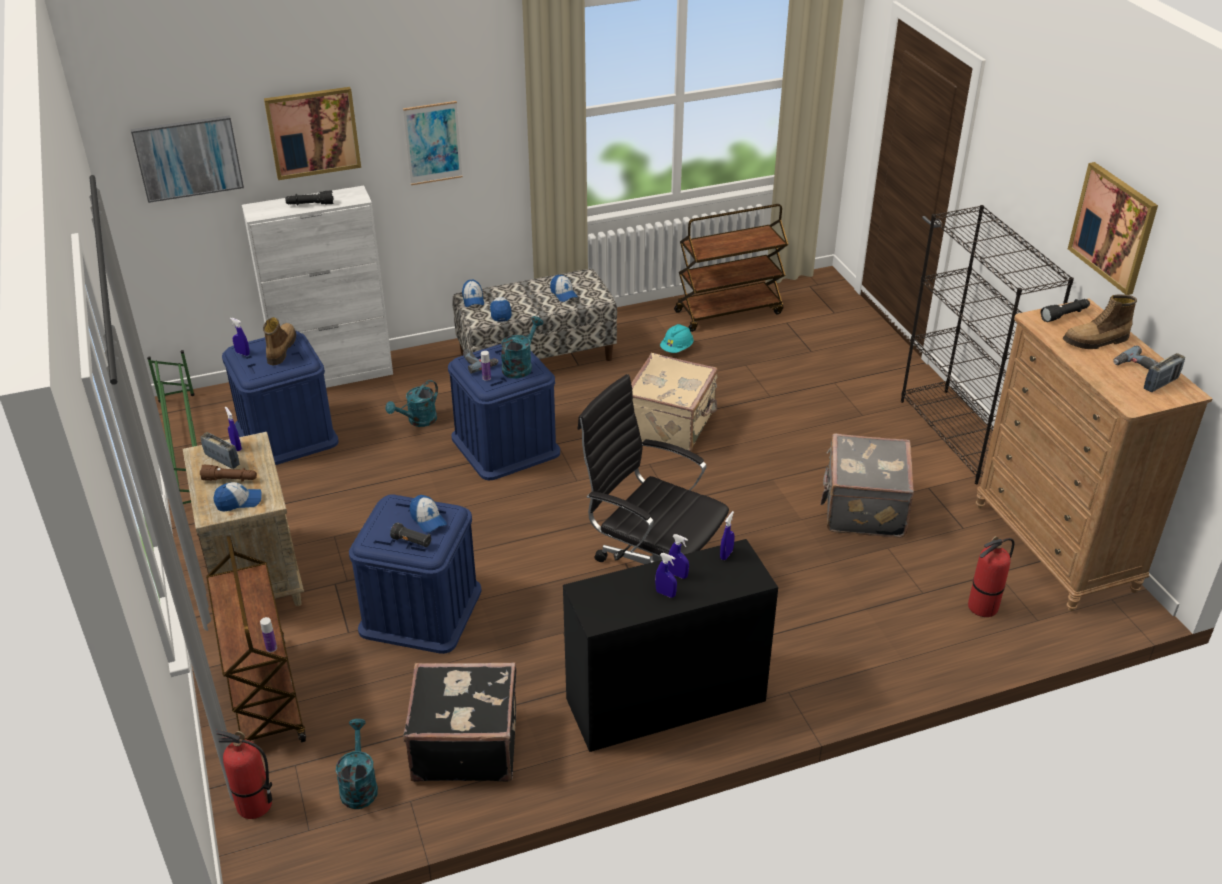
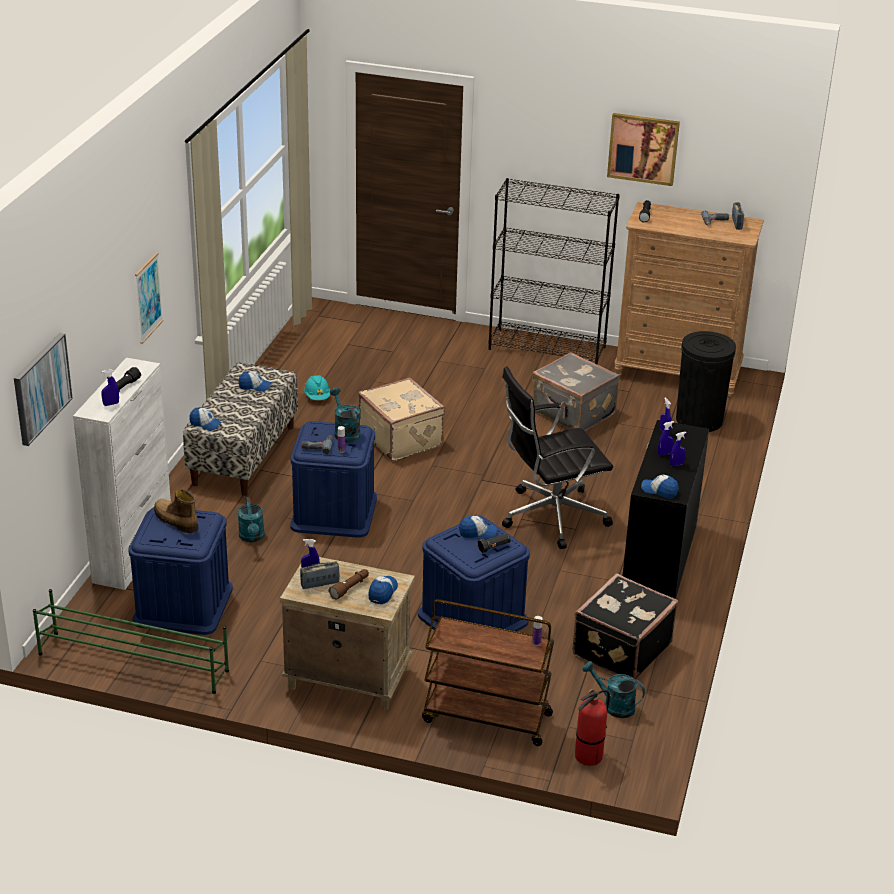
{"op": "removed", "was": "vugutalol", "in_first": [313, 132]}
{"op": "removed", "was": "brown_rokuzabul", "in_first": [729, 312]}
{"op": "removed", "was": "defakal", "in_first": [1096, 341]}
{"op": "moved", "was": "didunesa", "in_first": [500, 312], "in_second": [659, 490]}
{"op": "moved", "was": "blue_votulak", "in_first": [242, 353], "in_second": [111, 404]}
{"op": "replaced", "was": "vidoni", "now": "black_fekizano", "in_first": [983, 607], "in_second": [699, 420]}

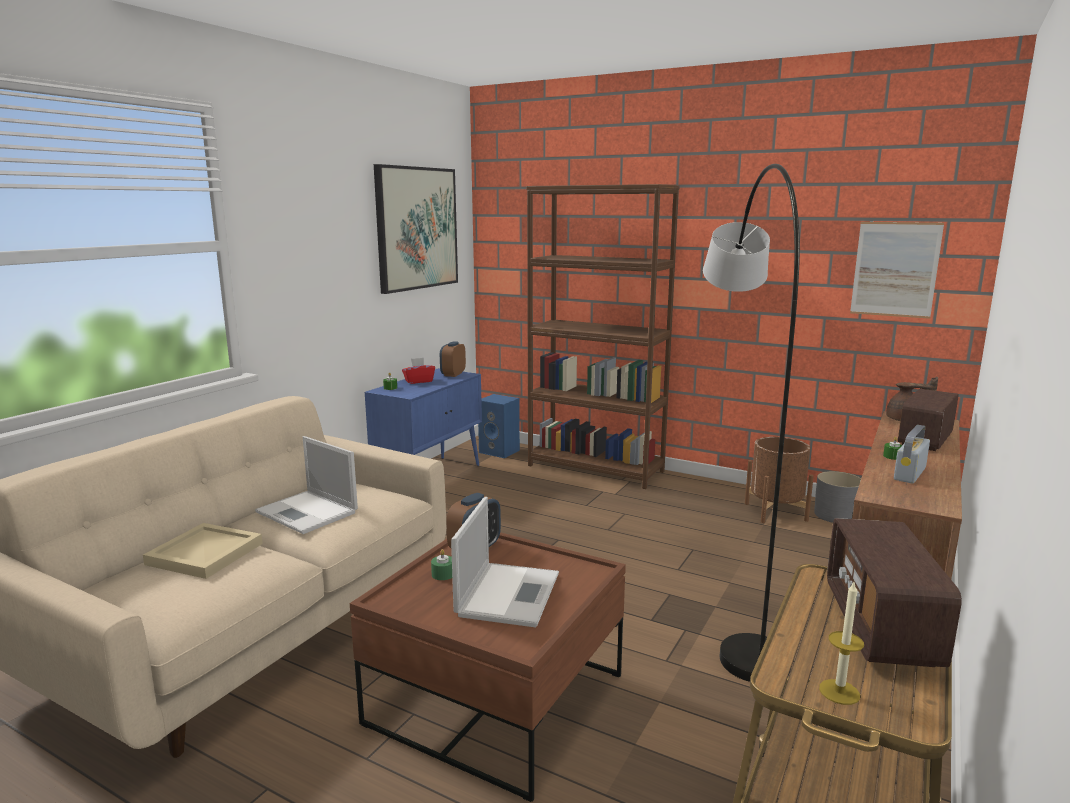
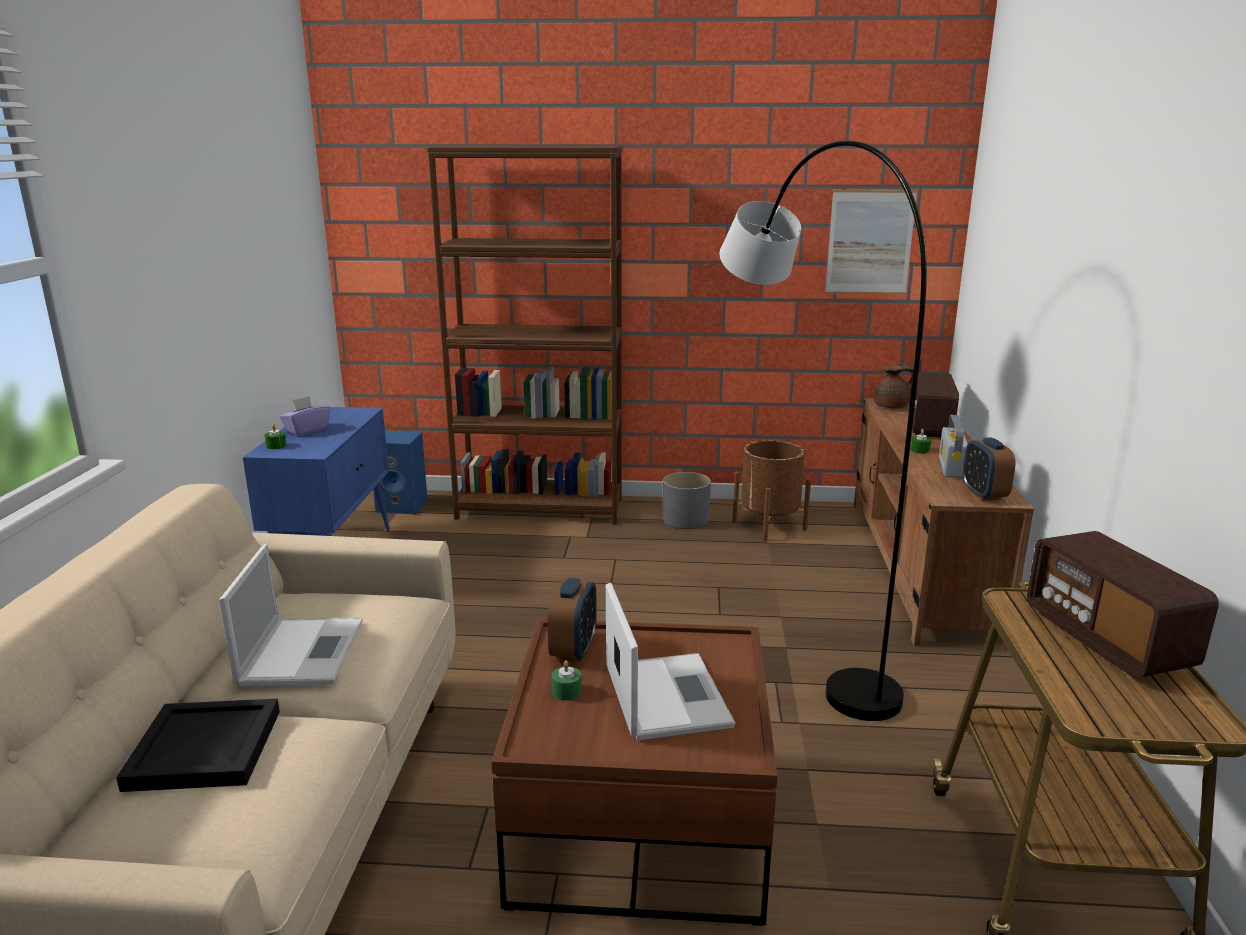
{"op": "removed", "was": "vugutalol", "in_first": [416, 228]}
{"op": "moved", "was": "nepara", "in_first": [453, 374], "in_second": [983, 494]}
{"op": "recoloured", "was": "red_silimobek", "now": "purple_silimobek", "in_first": [418, 381], "in_second": [307, 430]}
{"op": "turned", "was": "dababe", "in_first": [308, 512], "in_second": [302, 651], "clockwise": -105}
{"op": "moved", "was": "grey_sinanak", "in_first": [835, 515], "in_second": [685, 520]}
{"op": "recoloured", "was": "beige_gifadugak", "now": "black_gifadugak", "in_first": [203, 554], "in_second": [202, 750]}
{"op": "removed", "was": "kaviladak", "in_first": [839, 692]}

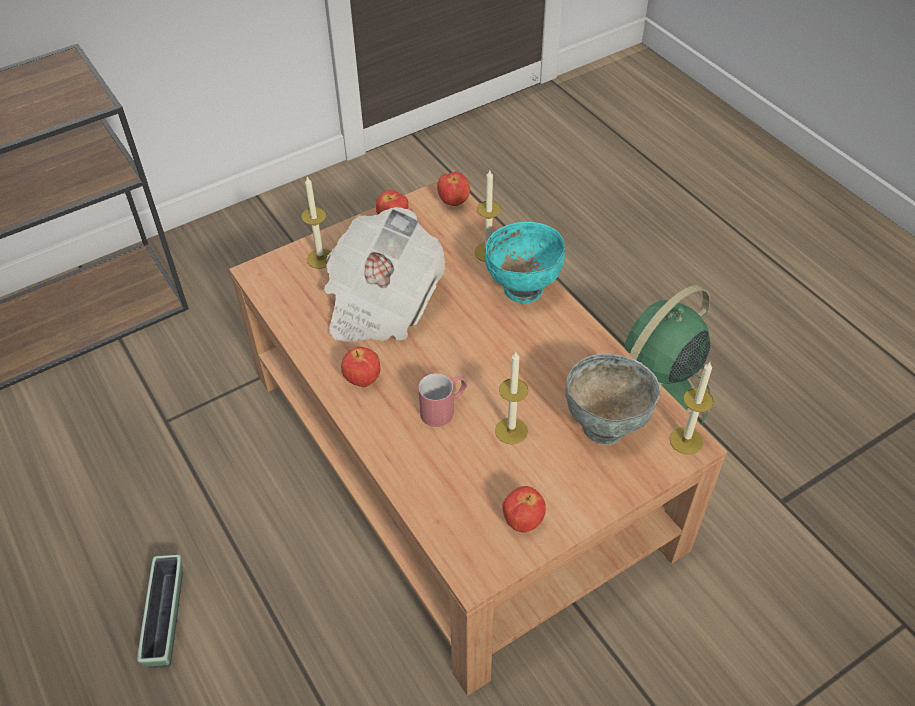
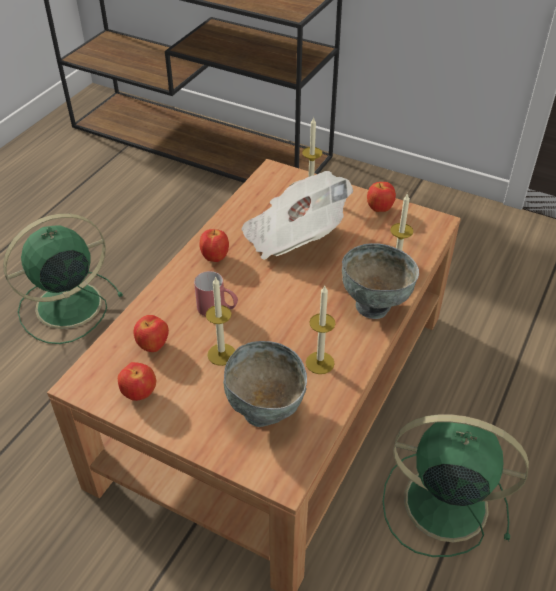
{"op": "moved", "was": "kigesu", "in_first": [454, 202], "in_second": [153, 346]}
{"op": "recoloured", "was": "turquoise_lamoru", "now": "grey_lamoru", "in_first": [522, 288], "in_second": [374, 305]}
{"op": "moved", "was": "kaviladak", "in_first": [686, 440], "in_second": [320, 363]}
{"op": "replaced", "was": "sinanak", "now": "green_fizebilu", "in_first": [166, 618], "in_second": [66, 306]}

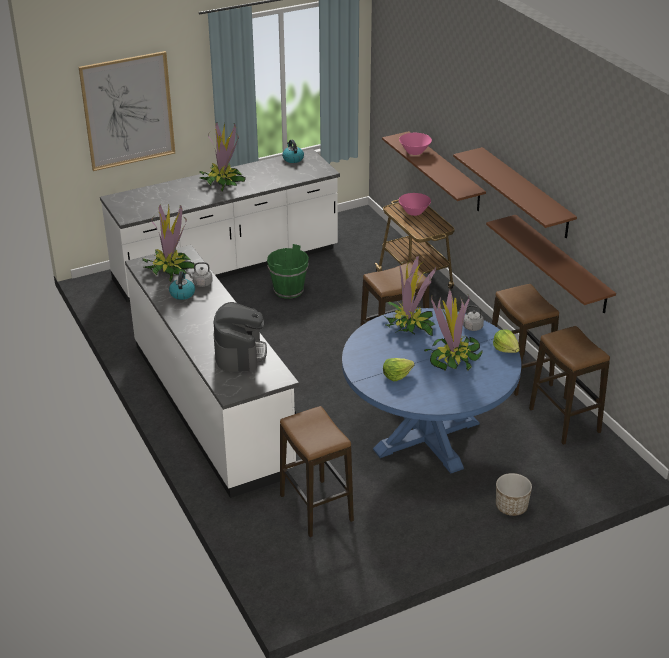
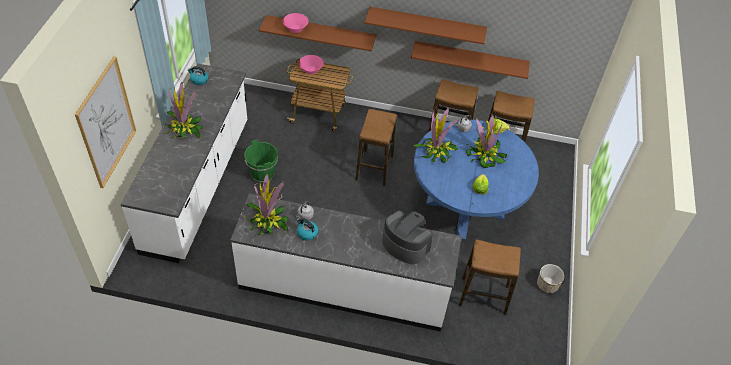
{"op": "moved", "was": "sinanak", "in_first": [511, 507], "in_second": [547, 285]}

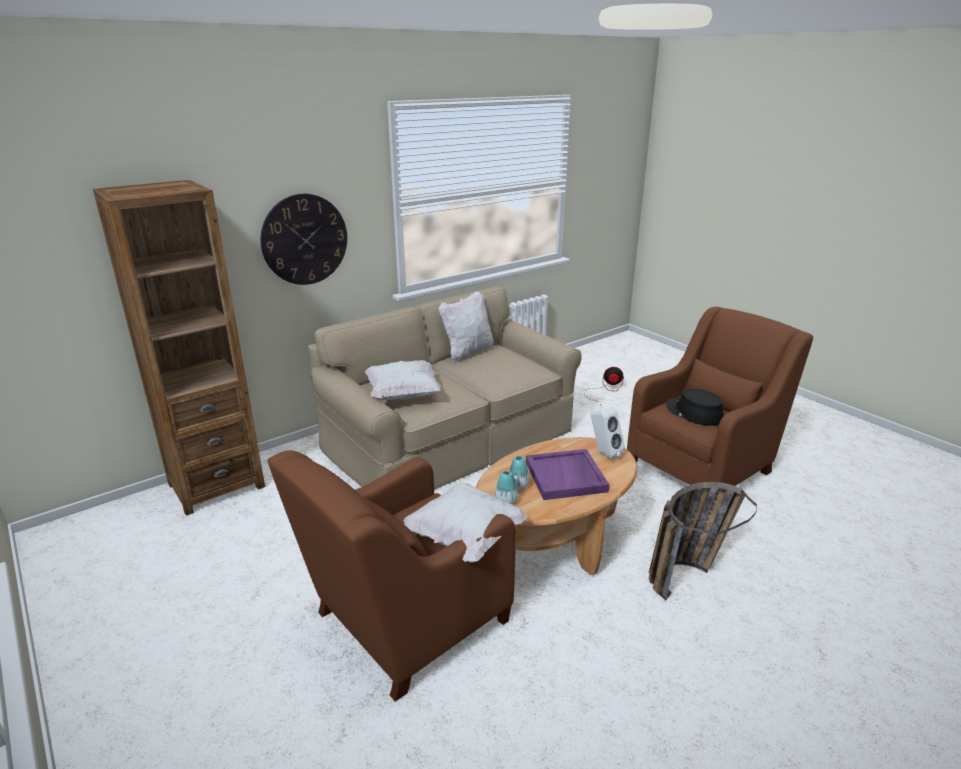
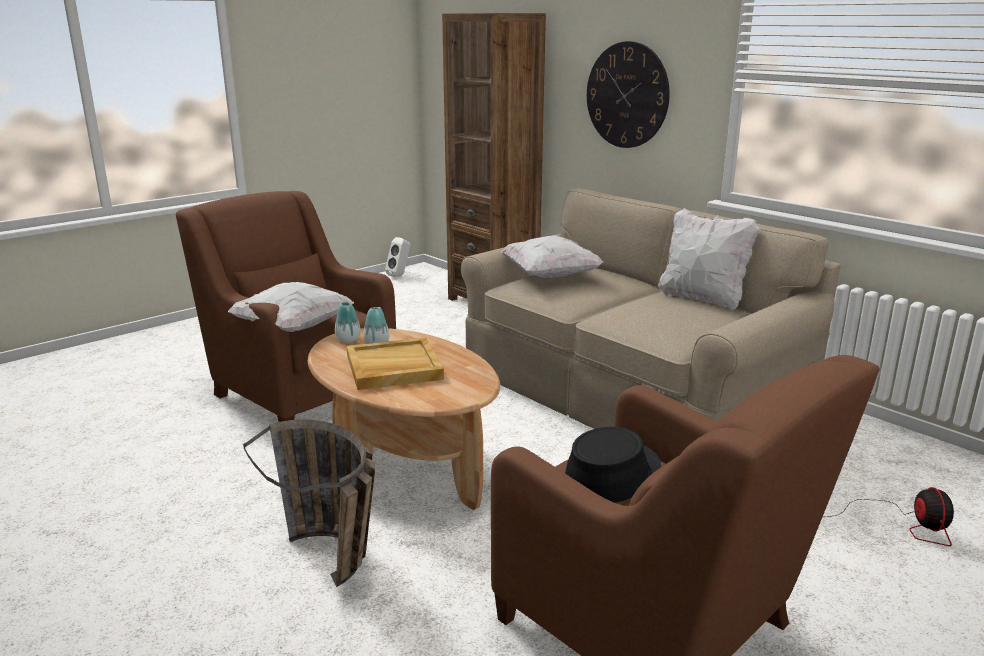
{"op": "moved", "was": "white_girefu", "in_first": [603, 453], "in_second": [400, 275]}
{"op": "recoloured", "was": "purple_gifadugak", "now": "beige_gifadugak", "in_first": [566, 477], "in_second": [393, 368]}

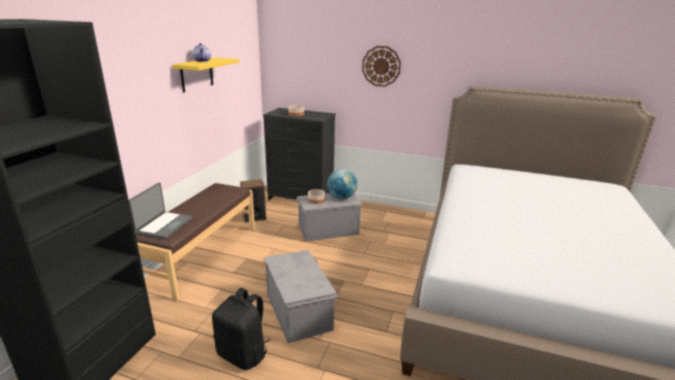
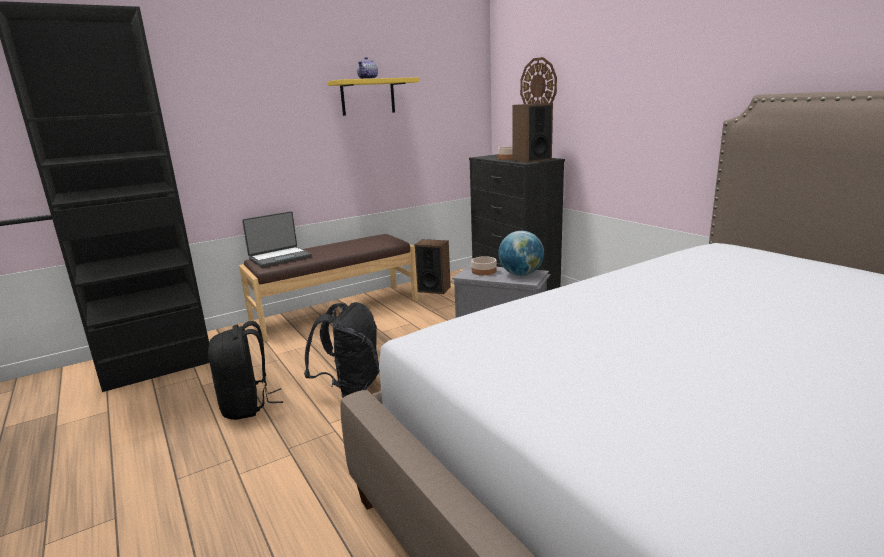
{"op": "moved", "was": "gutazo", "in_first": [381, 66], "in_second": [538, 86]}
{"op": "replaced", "was": "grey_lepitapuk", "now": "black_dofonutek", "in_first": [299, 310], "in_second": [350, 388]}
{"op": "added", "now": "girefu", "in_second": [531, 160]}

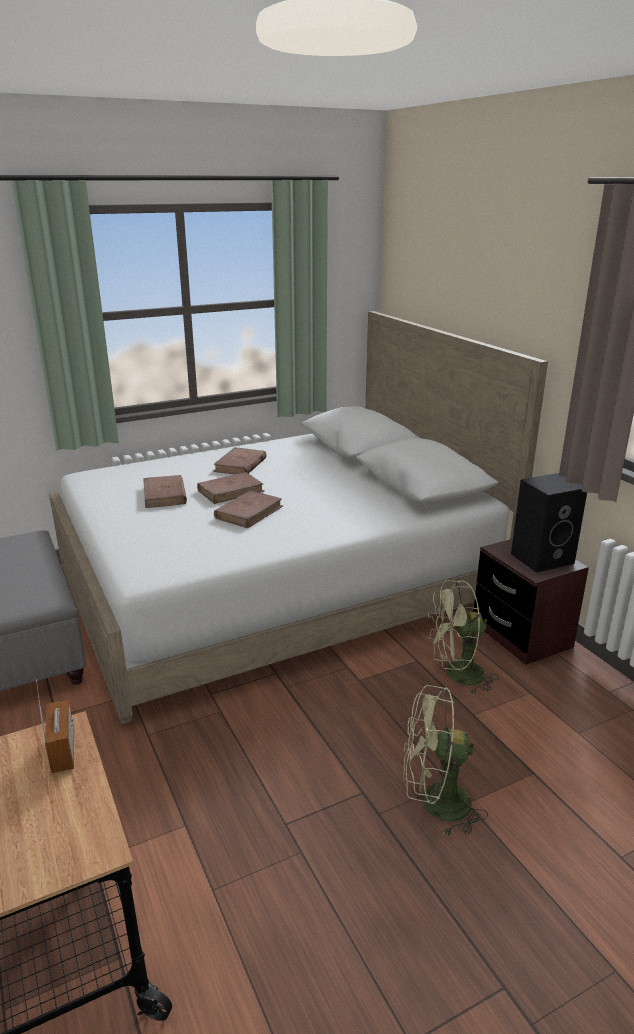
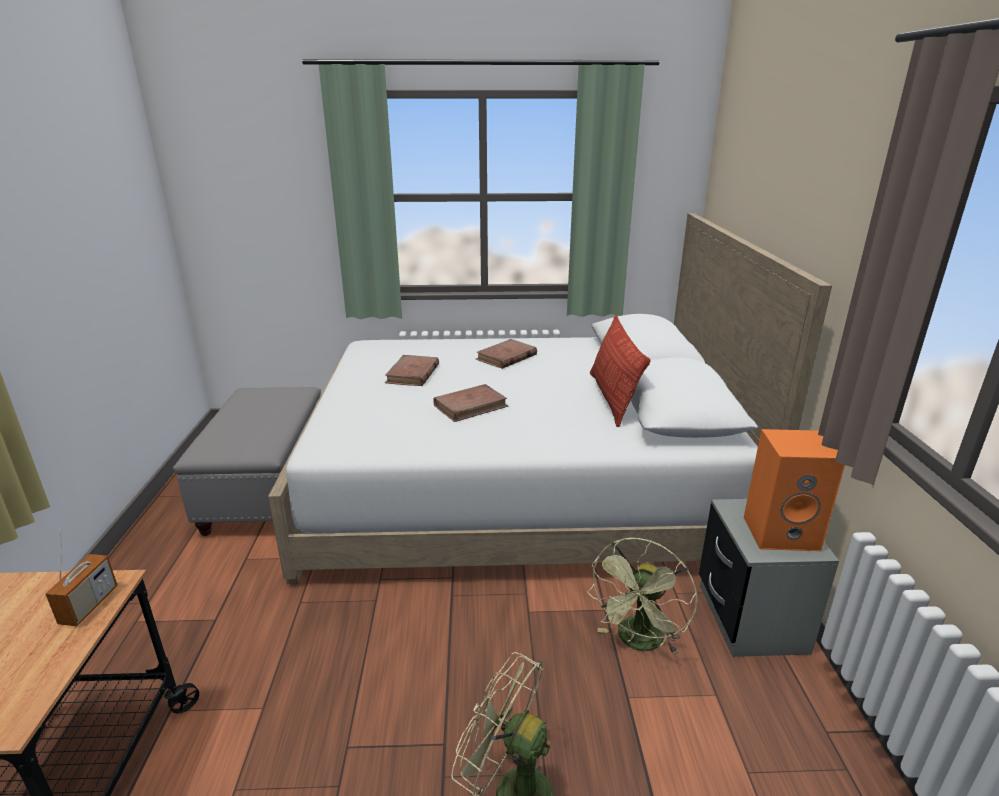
{"op": "removed", "was": "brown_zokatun", "in_first": [231, 491]}
{"op": "recoloured", "was": "black_girefu", "now": "orange_girefu", "in_first": [542, 558], "in_second": [782, 532]}
{"op": "recoloured", "was": "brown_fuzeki", "now": "grey_fuzeki", "in_first": [521, 635], "in_second": [751, 618]}
{"op": "turned", "was": "green_fizebilu", "in_first": [457, 676], "in_second": [638, 642], "clockwise": -75}
{"op": "added", "now": "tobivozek", "in_second": [612, 398]}

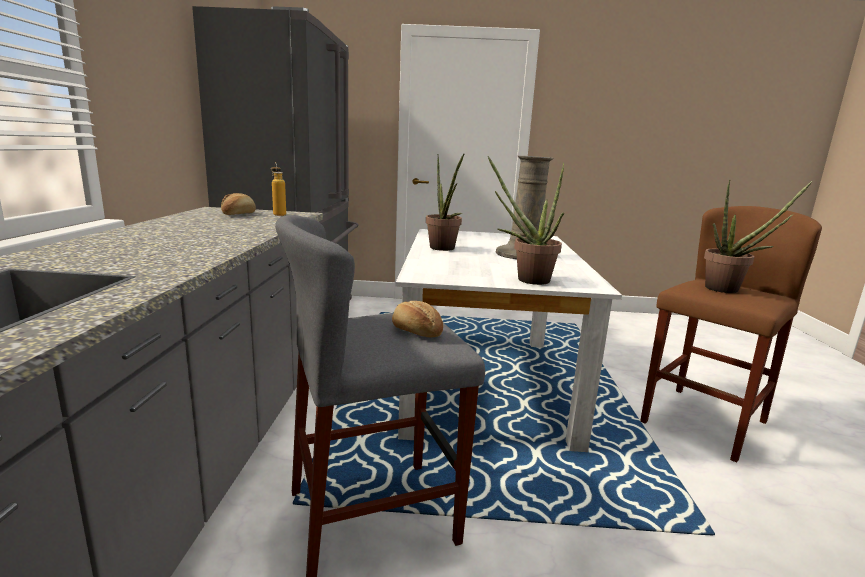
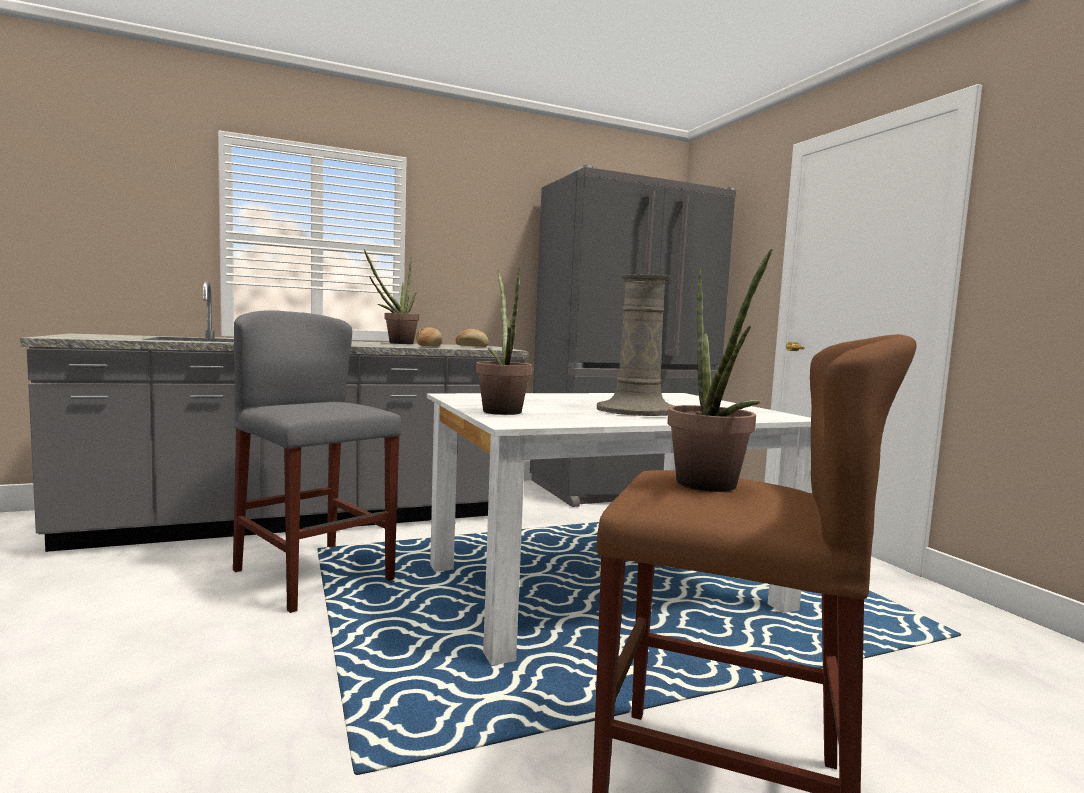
{"op": "moved", "was": "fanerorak", "in_first": [444, 249], "in_second": [396, 343]}
{"op": "removed", "was": "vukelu", "in_first": [278, 214]}
{"op": "moved", "was": "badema", "in_first": [416, 332], "in_second": [428, 346]}

